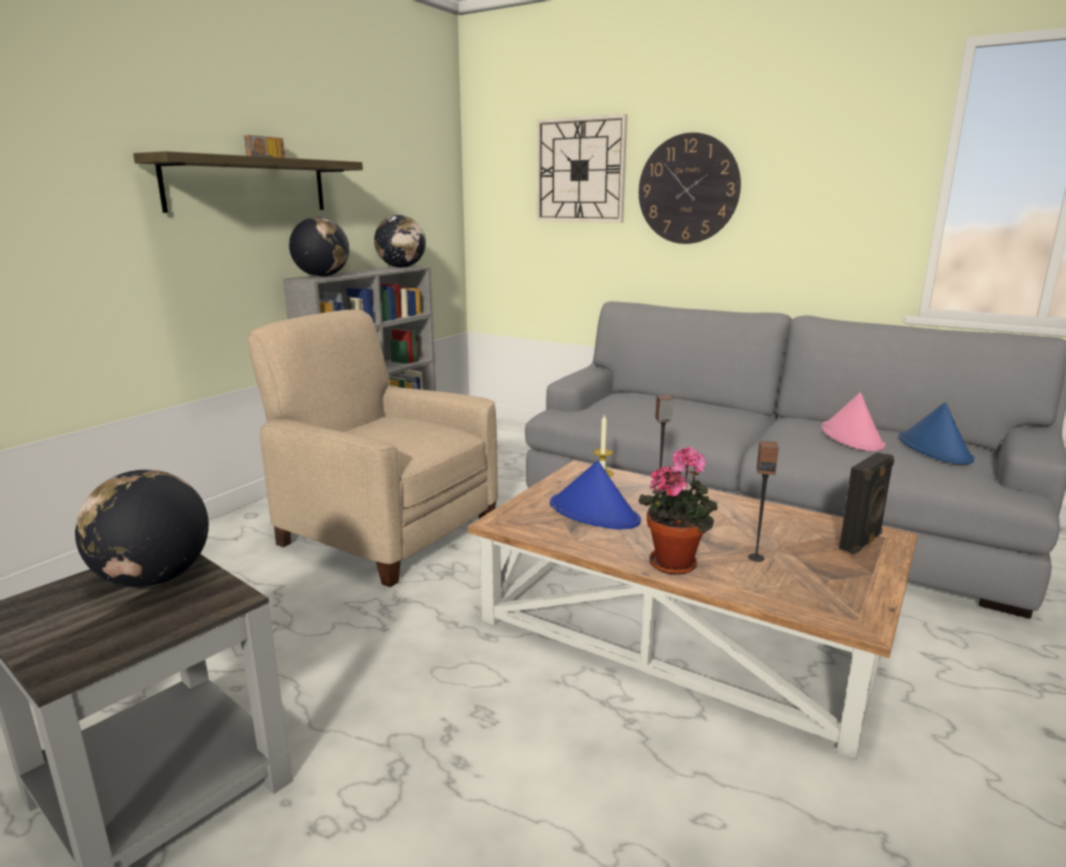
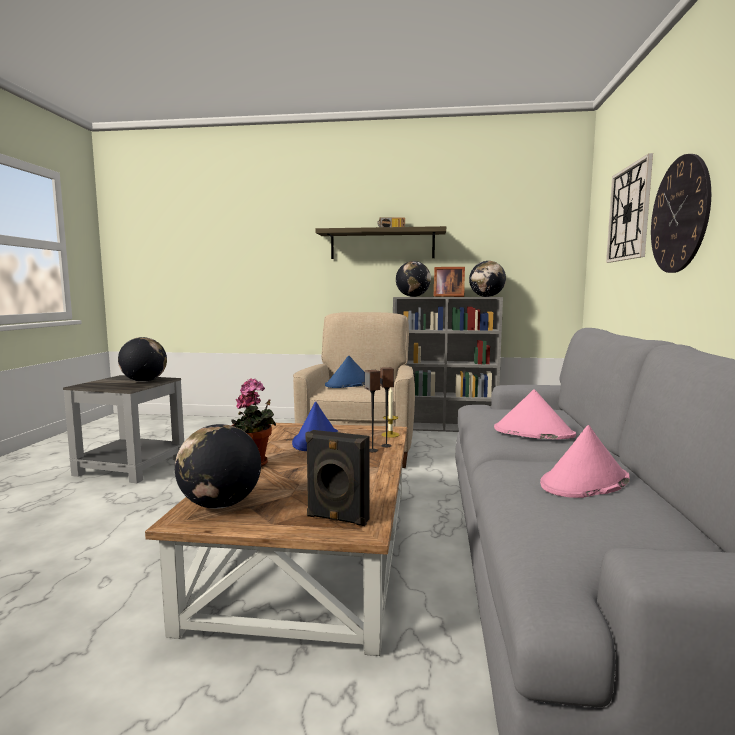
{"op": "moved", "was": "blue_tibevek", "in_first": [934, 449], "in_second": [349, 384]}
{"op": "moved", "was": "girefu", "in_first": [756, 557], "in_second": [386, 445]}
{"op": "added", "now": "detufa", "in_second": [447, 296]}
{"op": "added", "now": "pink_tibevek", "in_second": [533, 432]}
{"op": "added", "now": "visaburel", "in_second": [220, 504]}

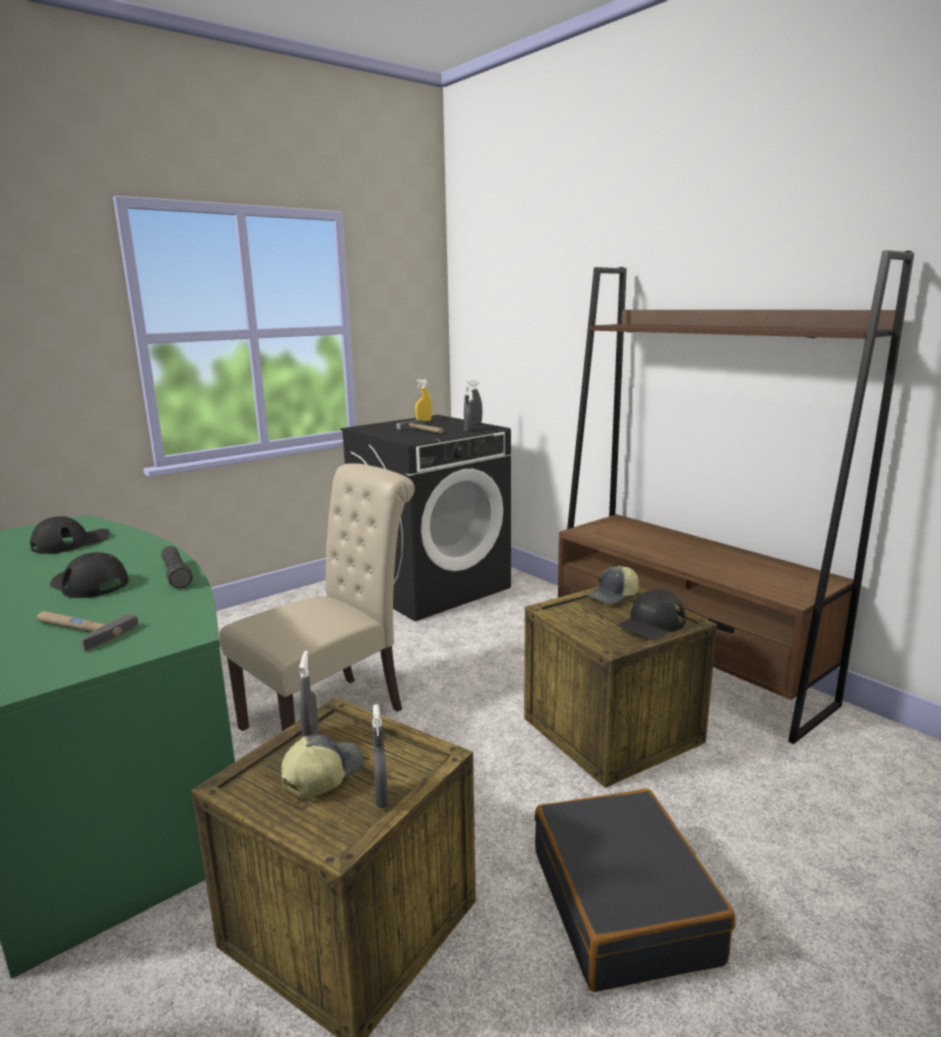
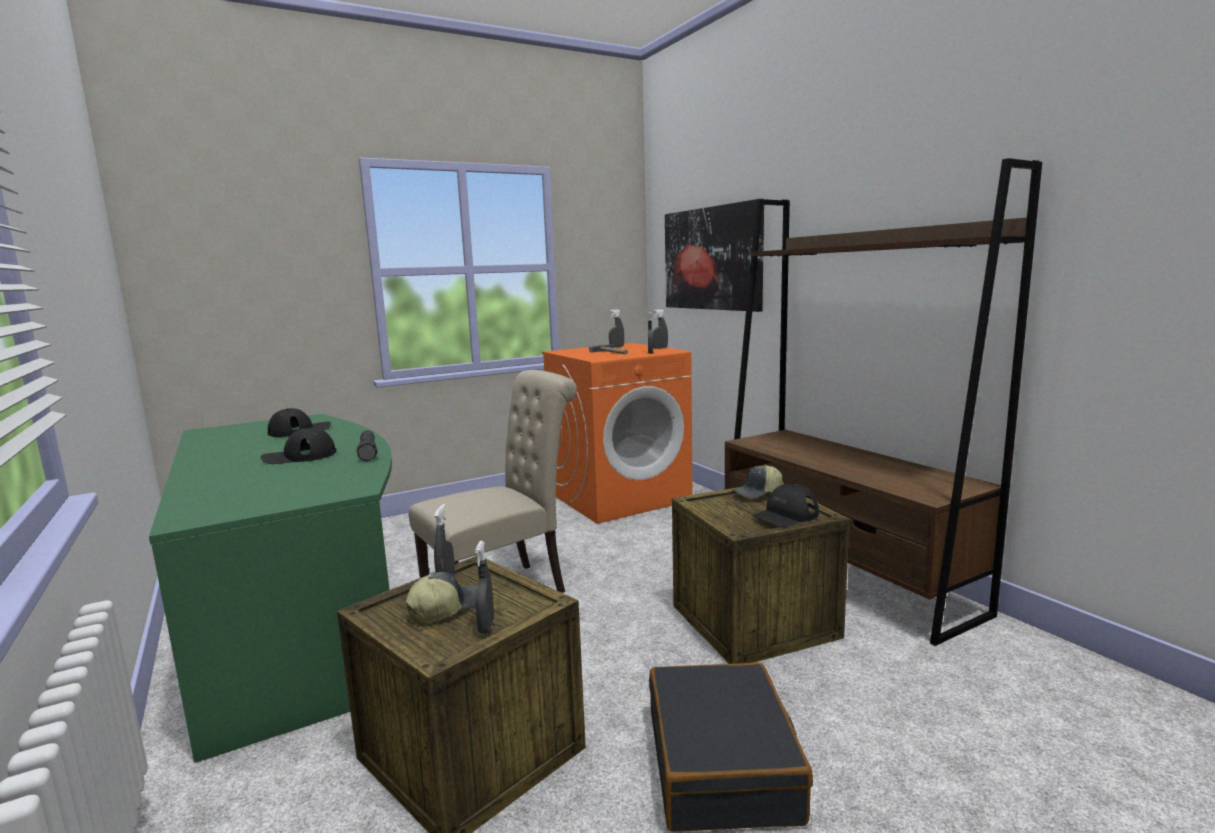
{"op": "recoloured", "was": "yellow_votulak", "now": "grey_votulak", "in_first": [423, 421], "in_second": [616, 347]}
{"op": "recoloured", "was": "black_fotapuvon", "now": "orange_fotapuvon", "in_first": [432, 586], "in_second": [620, 497]}
{"op": "turned", "was": "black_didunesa", "in_first": [89, 584], "in_second": [299, 456], "clockwise": -60}
{"op": "removed", "was": "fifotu", "in_first": [77, 630]}
{"op": "added", "now": "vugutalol", "in_second": [712, 258]}

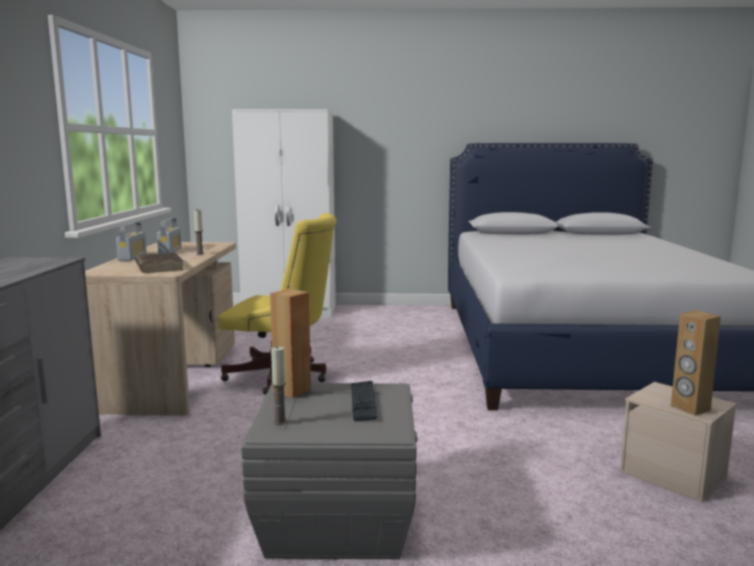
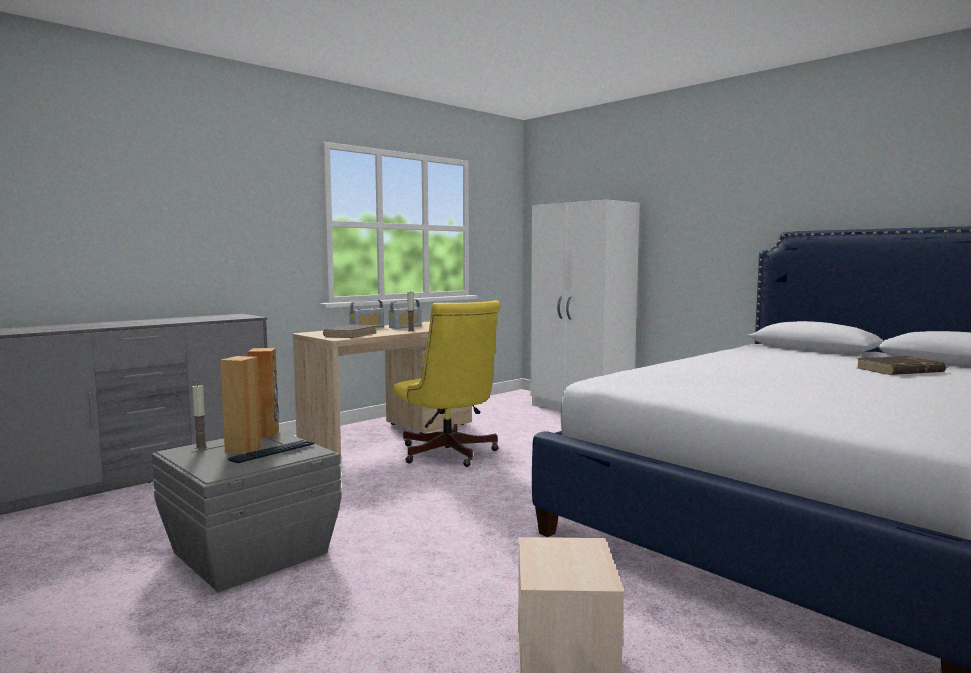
{"op": "moved", "was": "brown_girefu", "in_first": [690, 408], "in_second": [242, 450]}
{"op": "added", "now": "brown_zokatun", "in_second": [899, 370]}

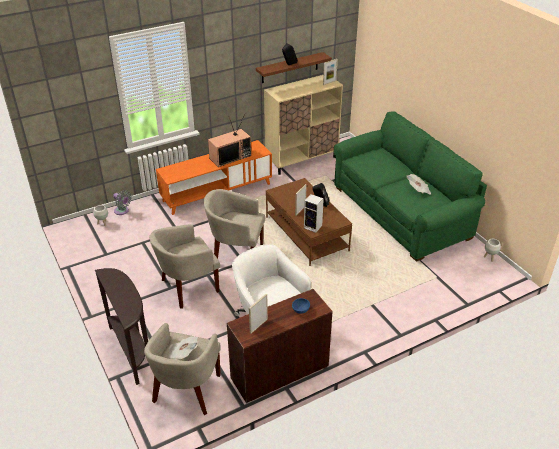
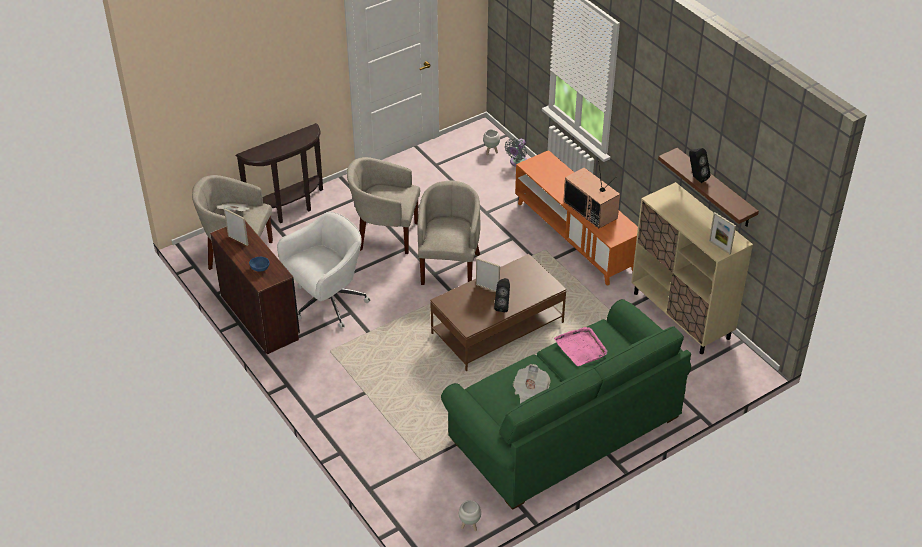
{"op": "removed", "was": "girefu", "in_first": [313, 227]}
{"op": "turned", "was": "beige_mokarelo", "in_first": [188, 287], "in_second": [385, 234], "clockwise": -45}
{"op": "added", "now": "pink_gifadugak", "in_second": [581, 347]}

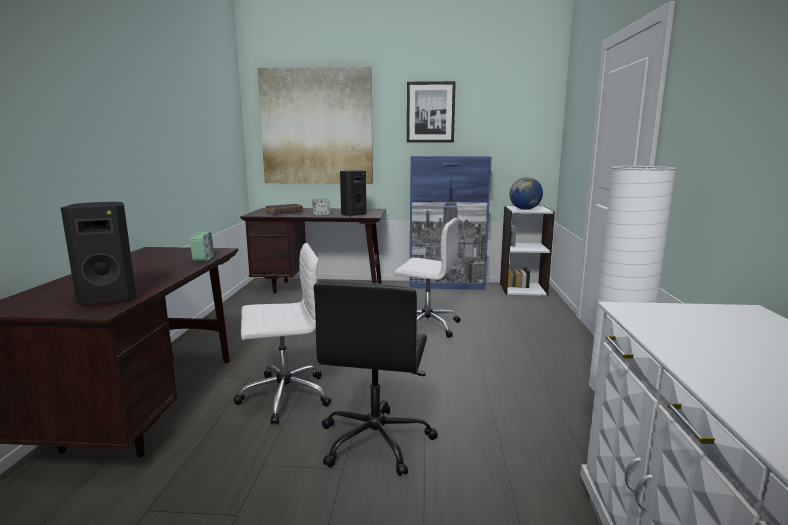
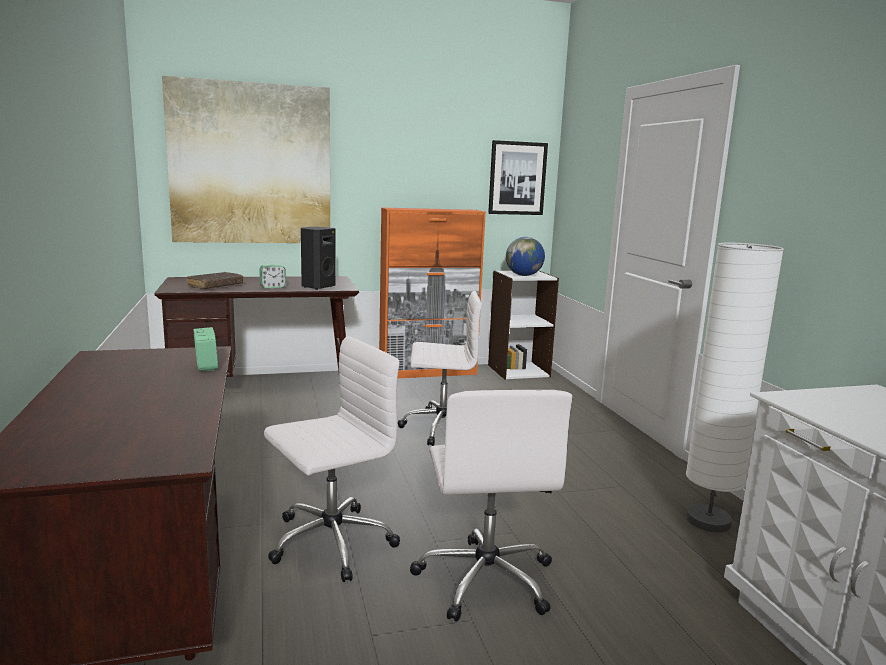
{"op": "moved", "was": "vugutalol", "in_first": [430, 112], "in_second": [517, 178]}
{"op": "recoloured", "was": "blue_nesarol", "now": "orange_nesarol", "in_first": [447, 285], "in_second": [428, 372]}
{"op": "removed", "was": "black_girefu", "in_first": [109, 298]}
{"op": "recoloured", "was": "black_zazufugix", "now": "white_zazufugix", "in_first": [376, 440], "in_second": [485, 579]}

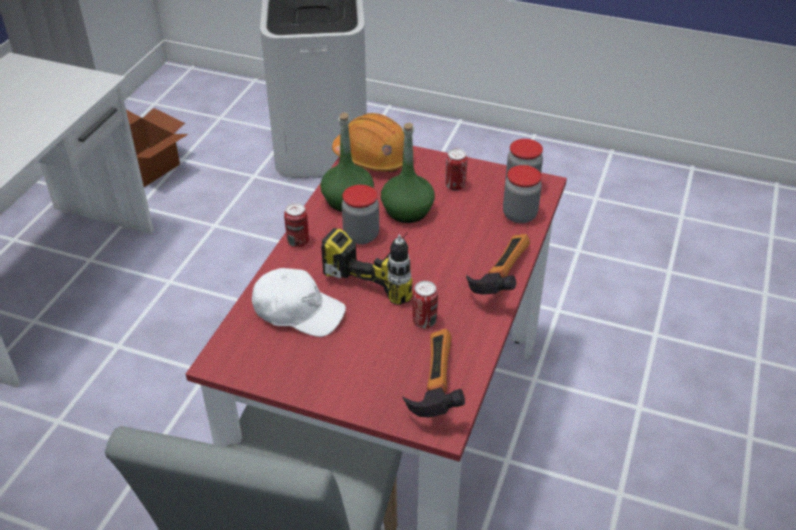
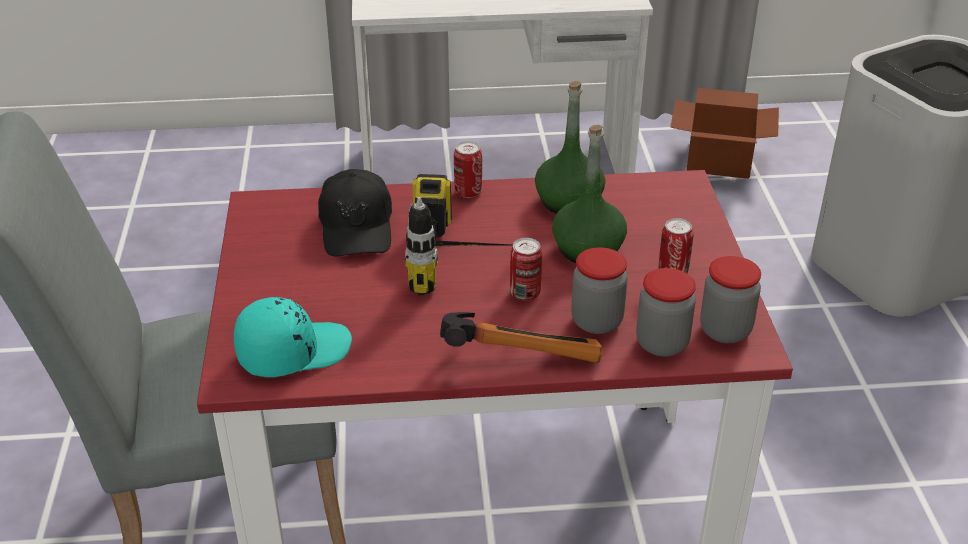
{"op": "removed", "was": "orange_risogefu", "in_first": [373, 157]}
{"op": "moved", "was": "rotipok", "in_first": [361, 235], "in_second": [596, 321]}
{"op": "recoloured", "was": "white_didunesa", "now": "black_didunesa", "in_first": [298, 311], "in_second": [357, 227]}
{"op": "moved", "was": "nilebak", "in_first": [424, 321], "in_second": [525, 293]}
{"op": "replaced", "was": "fifotu", "now": "turquoise_didunesa", "in_first": [430, 385], "in_second": [293, 351]}

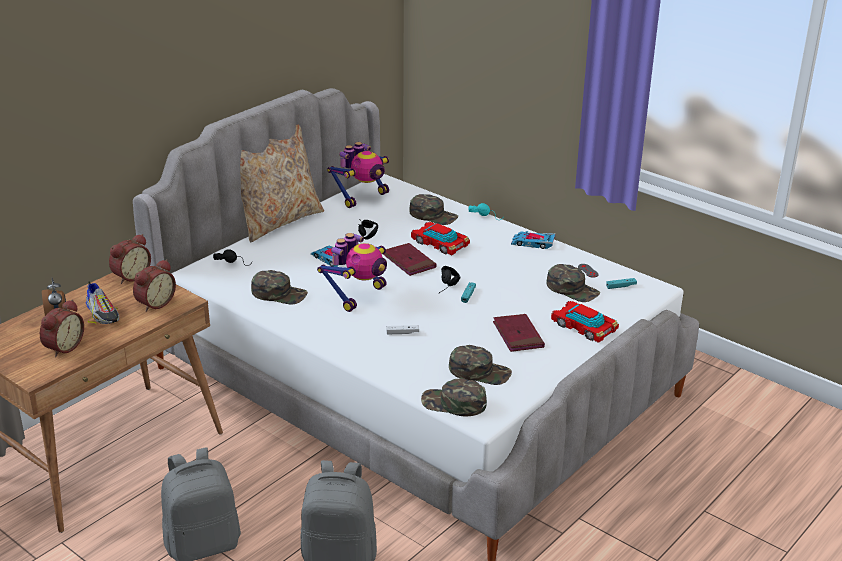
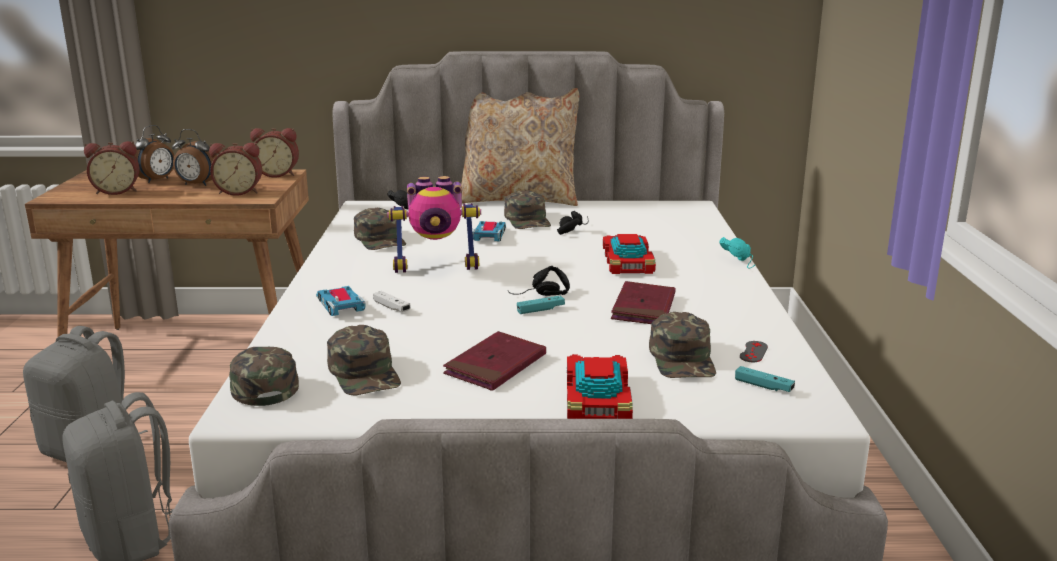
{"op": "removed", "was": "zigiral", "in_first": [362, 197]}
{"op": "moved", "was": "green_didunesa", "in_first": [433, 215], "in_second": [528, 220]}
{"op": "moved", "was": "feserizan", "in_first": [532, 243], "in_second": [340, 305]}
{"op": "moved", "was": "red_zokatun", "in_first": [409, 262], "in_second": [643, 308]}
{"op": "replaced", "was": "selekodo", "now": "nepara", "in_first": [102, 313], "in_second": [196, 185]}

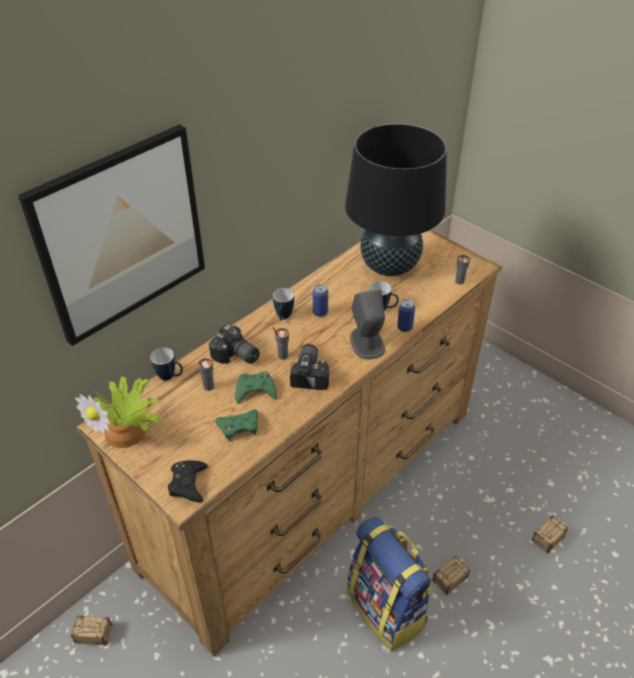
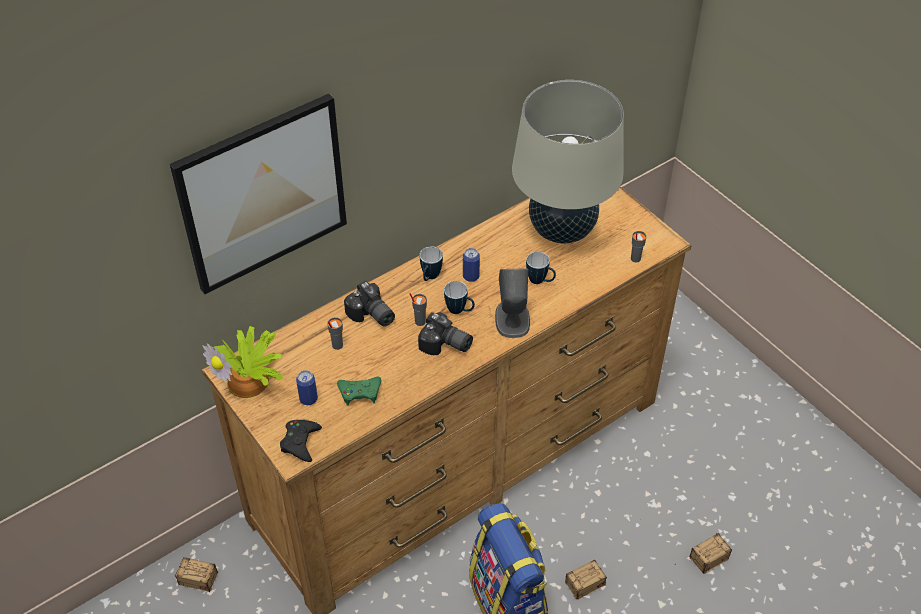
{"op": "recoloured", "was": "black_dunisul", "now": "beige_dunisul", "in_first": [389, 266], "in_second": [561, 230]}
{"op": "moved", "was": "nilebak", "in_first": [404, 327], "in_second": [308, 399]}
{"op": "turned", "was": "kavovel", "in_first": [311, 373], "in_second": [445, 345], "clockwise": 105}
{"op": "moved", "was": "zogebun", "in_first": [170, 377], "in_second": [460, 311]}
{"op": "removed", "was": "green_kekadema", "in_first": [255, 390]}

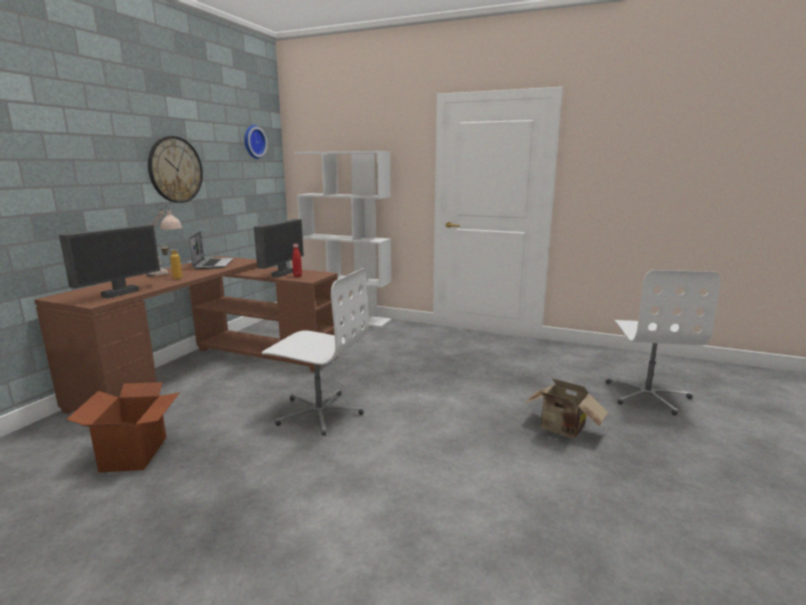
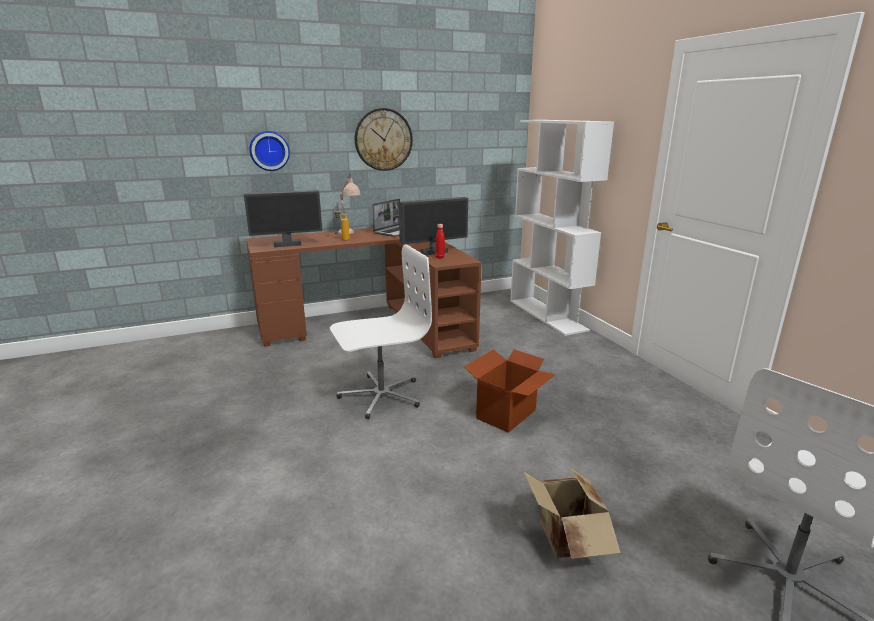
{"op": "moved", "was": "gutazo", "in_first": [253, 142], "in_second": [269, 151]}
{"op": "turned", "was": "white_zazufugix", "in_first": [319, 413], "in_second": [381, 395], "clockwise": -90}
{"op": "moved", "was": "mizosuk", "in_first": [135, 453], "in_second": [507, 414]}

